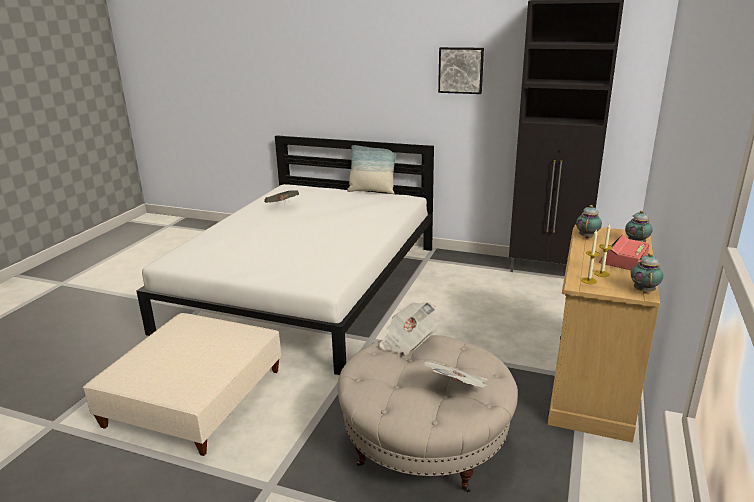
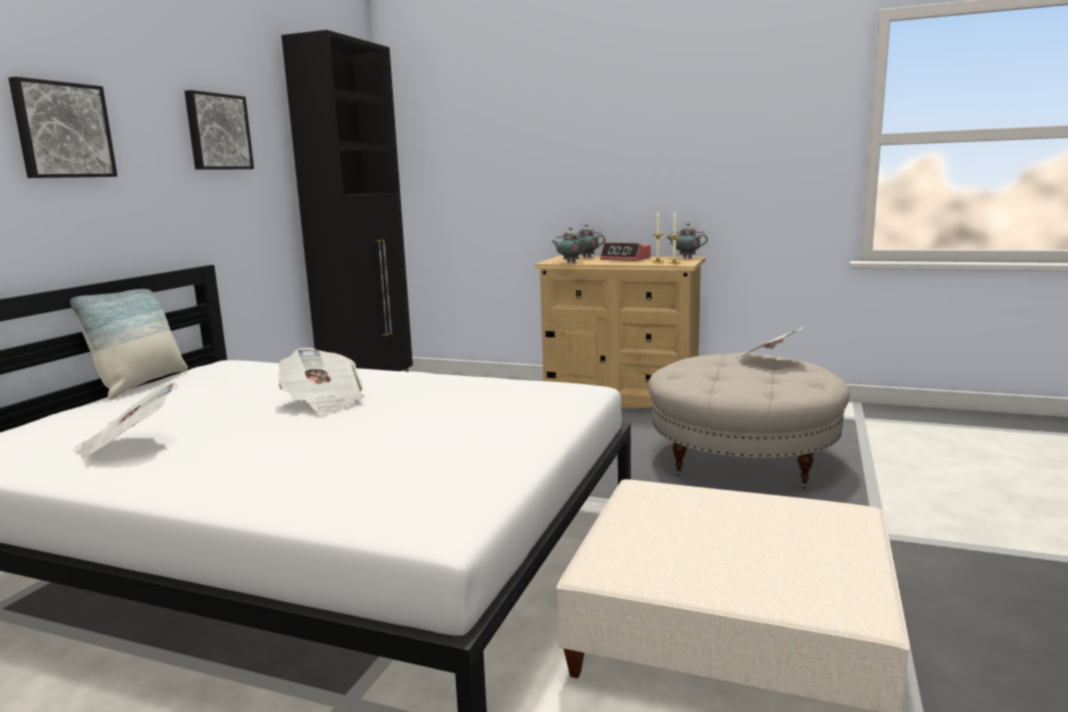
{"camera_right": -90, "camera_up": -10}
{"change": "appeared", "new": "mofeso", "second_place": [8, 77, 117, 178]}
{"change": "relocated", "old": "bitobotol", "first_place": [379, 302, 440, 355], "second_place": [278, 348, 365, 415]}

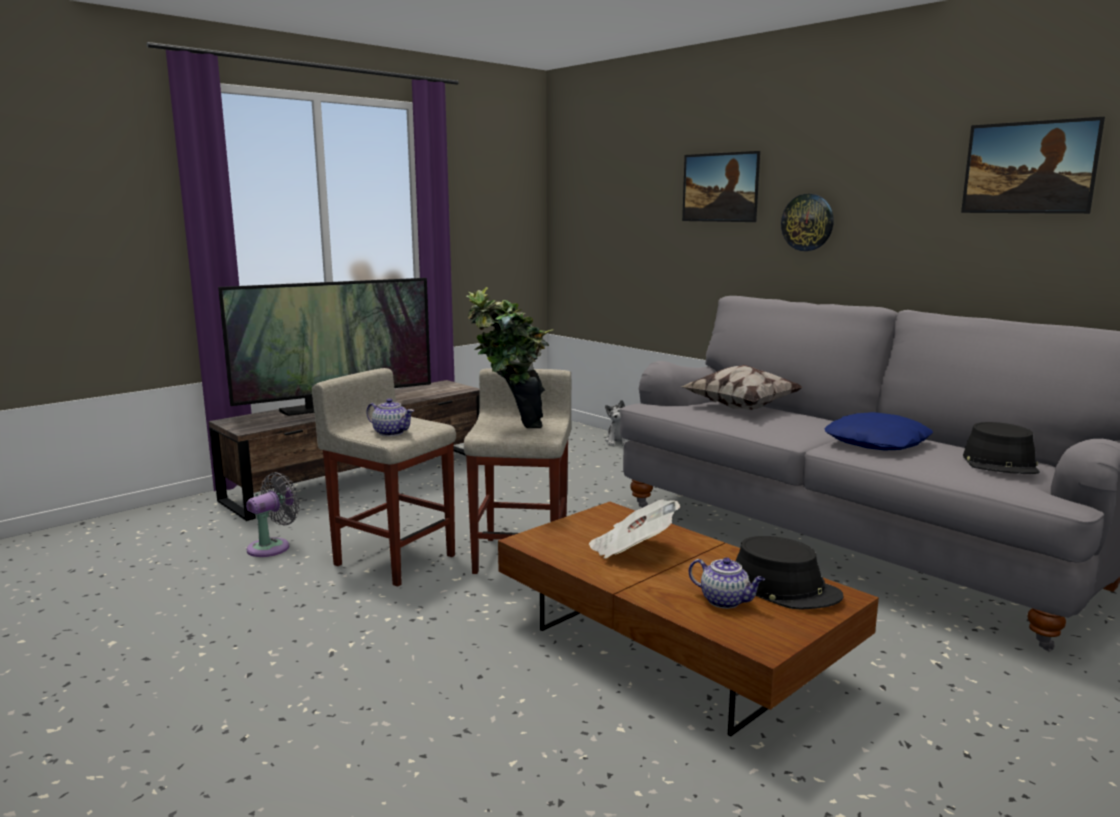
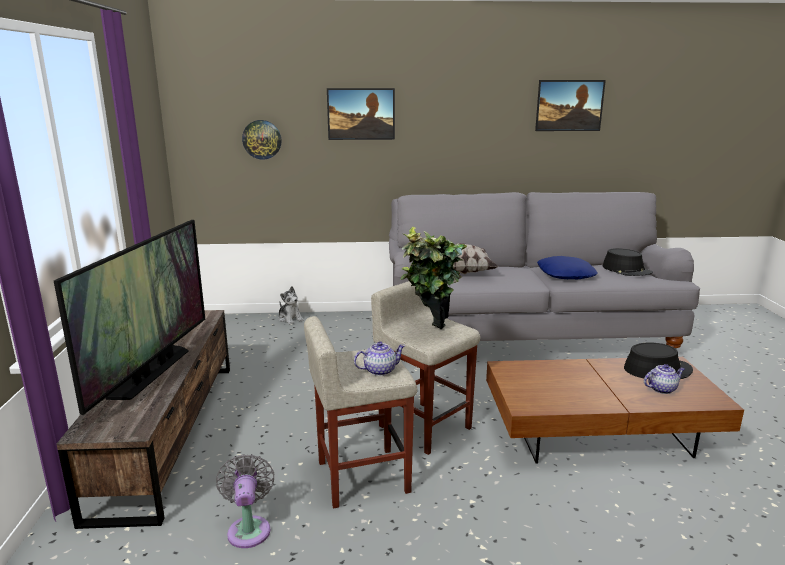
{"camera_right": -50, "camera_up": 5}
{"change": "relocated", "old": "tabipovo", "first_place": [781, 194, 834, 251], "second_place": [242, 120, 281, 160]}
{"change": "missing", "old": "bitobotol", "first_place": [589, 499, 680, 559]}

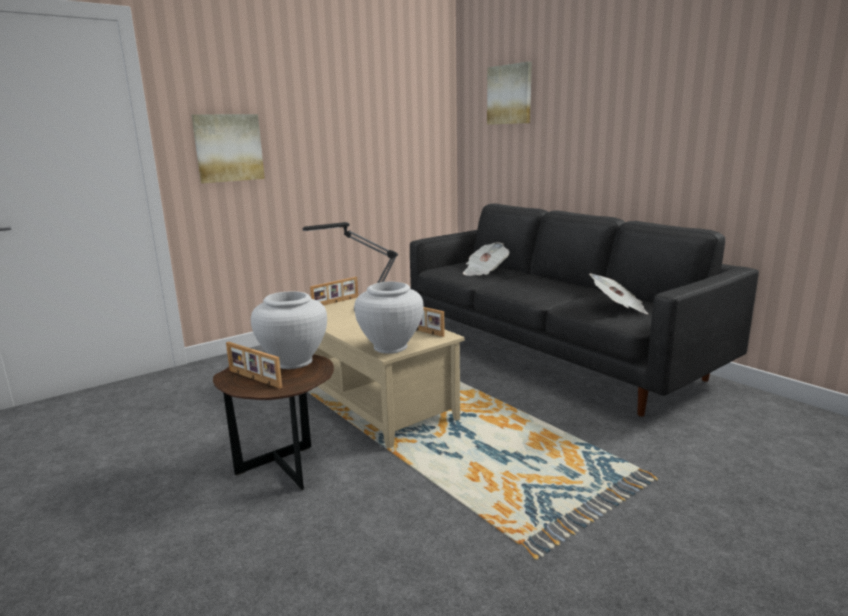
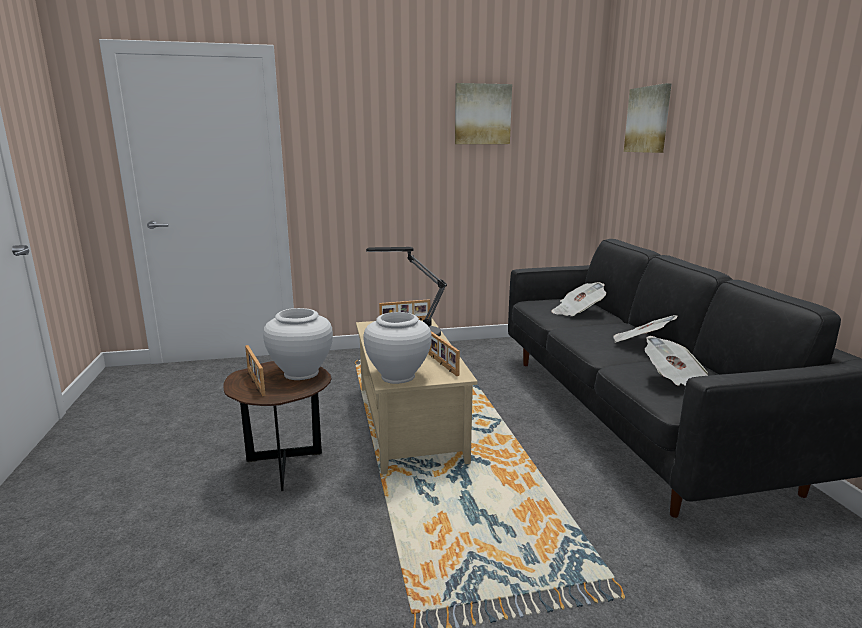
{"camera_right": 25, "camera_up": 0}
{"change": "relocated", "old": "mofeso", "first_place": [192, 114, 265, 183], "second_place": [455, 83, 512, 144]}
{"change": "appeared", "new": "bitobotol", "second_place": [613, 315, 677, 343]}

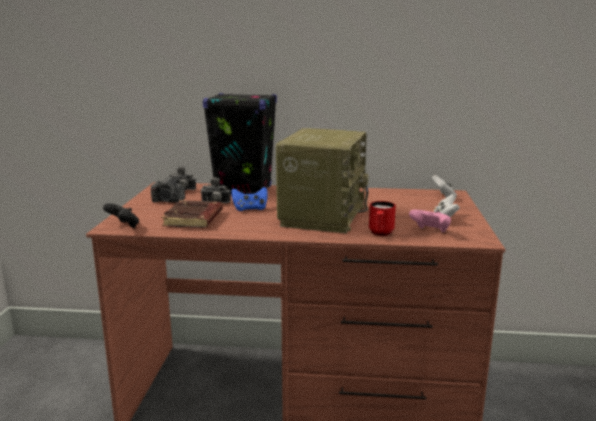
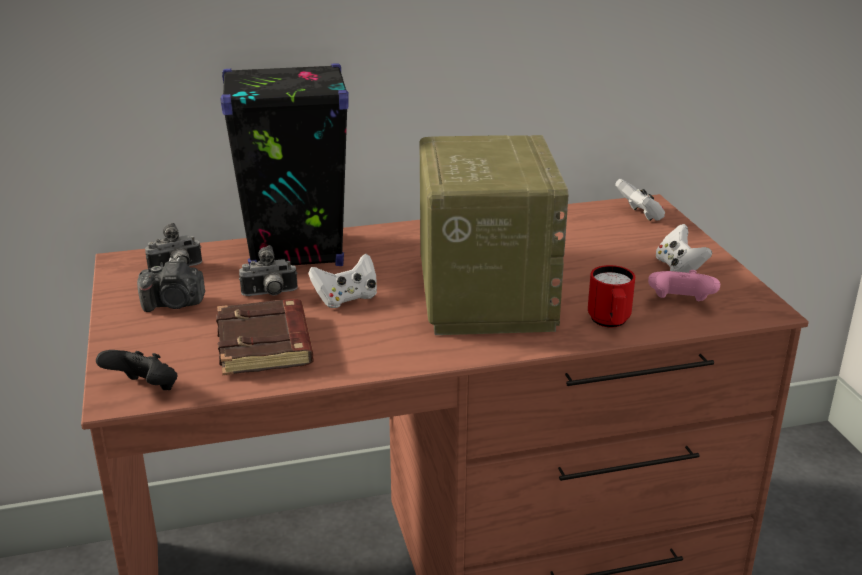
{"camera_right": -20, "camera_up": 10}
{"change": "colour", "old": "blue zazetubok", "new": "white zazetubok", "first_place": [231, 187, 268, 211], "second_place": [308, 253, 377, 308]}

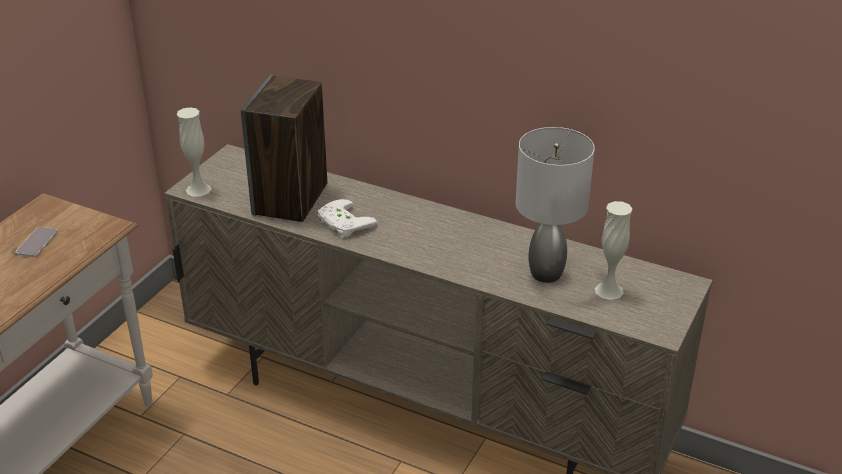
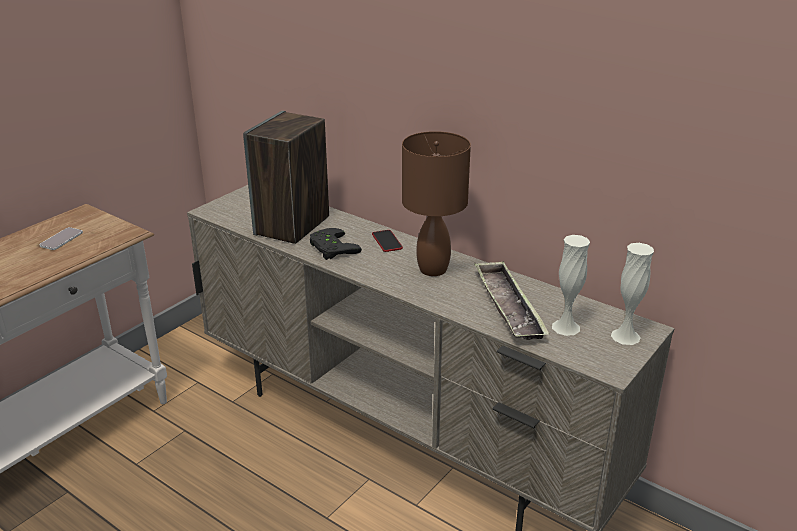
{"camera_right": 10, "camera_up": -5}
{"change": "colour", "old": "white zazetubok", "new": "black zazetubok", "first_place": [318, 199, 377, 238], "second_place": [310, 228, 362, 260]}
{"change": "appeared", "new": "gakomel", "second_place": [372, 230, 403, 252]}
{"change": "appeared", "new": "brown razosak", "second_place": [402, 131, 471, 276]}
{"change": "exchanged", "old": "grey razosak", "new": "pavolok", "first_place": [515, 127, 595, 283], "second_place": [474, 261, 550, 340]}
{"change": "relocated", "old": "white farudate", "first_place": [177, 107, 211, 197], "second_place": [611, 243, 654, 345]}

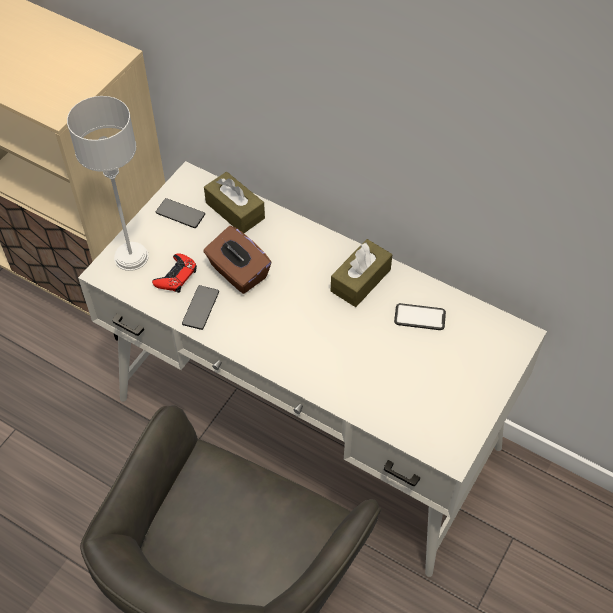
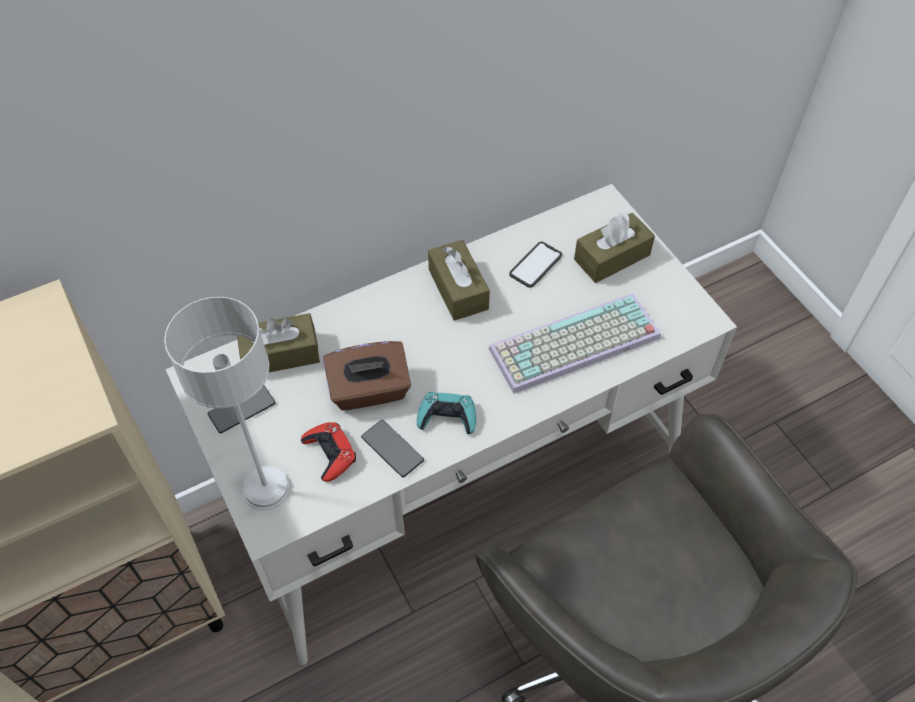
{"camera_right": -60, "camera_up": 0}
{"change": "appeared", "new": "turquoise zazetubok", "second_place": [417, 392, 476, 434]}
{"change": "appeared", "new": "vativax", "second_place": [489, 293, 661, 394]}
{"change": "appeared", "new": "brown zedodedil", "second_place": [574, 212, 655, 283]}

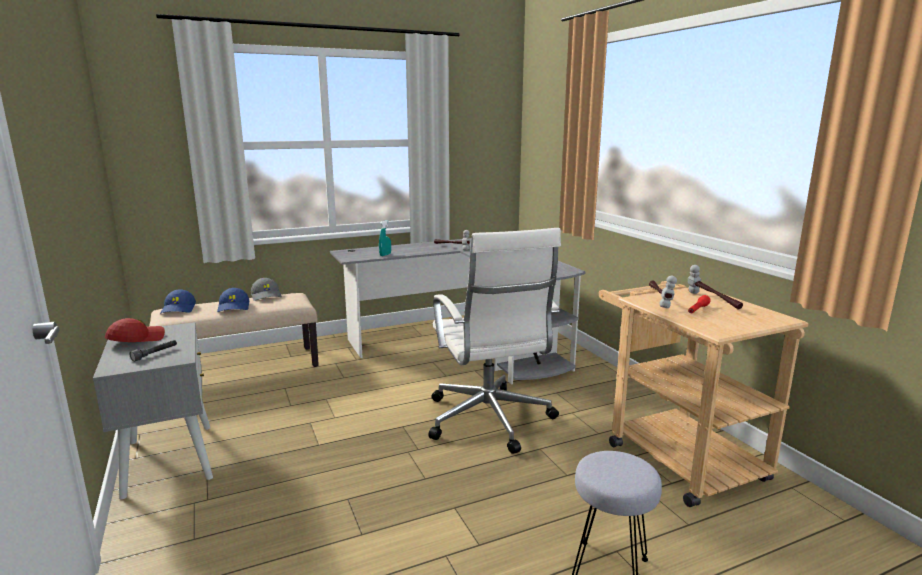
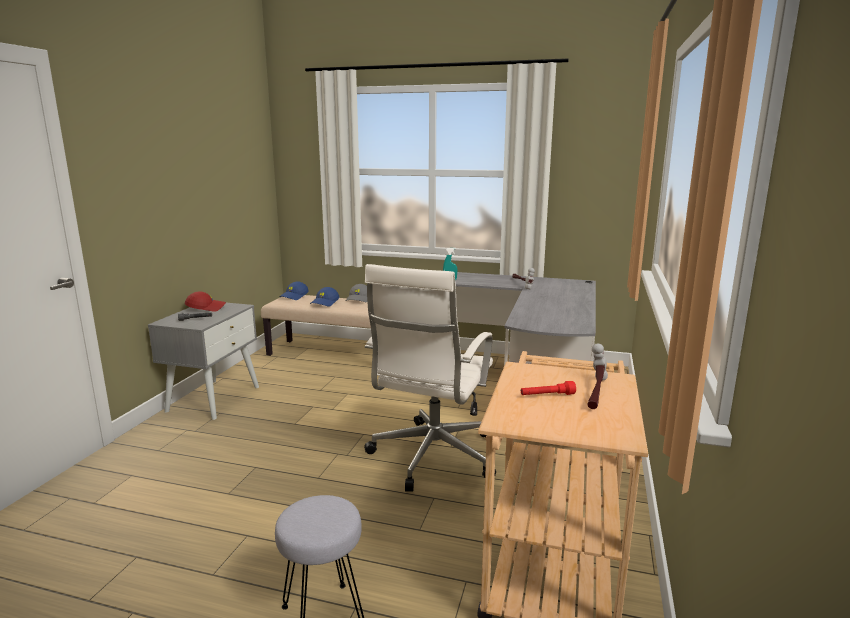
{"camera_right": 40, "camera_up": 0}
{"change": "missing", "old": "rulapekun", "first_place": [649, 276, 677, 308]}

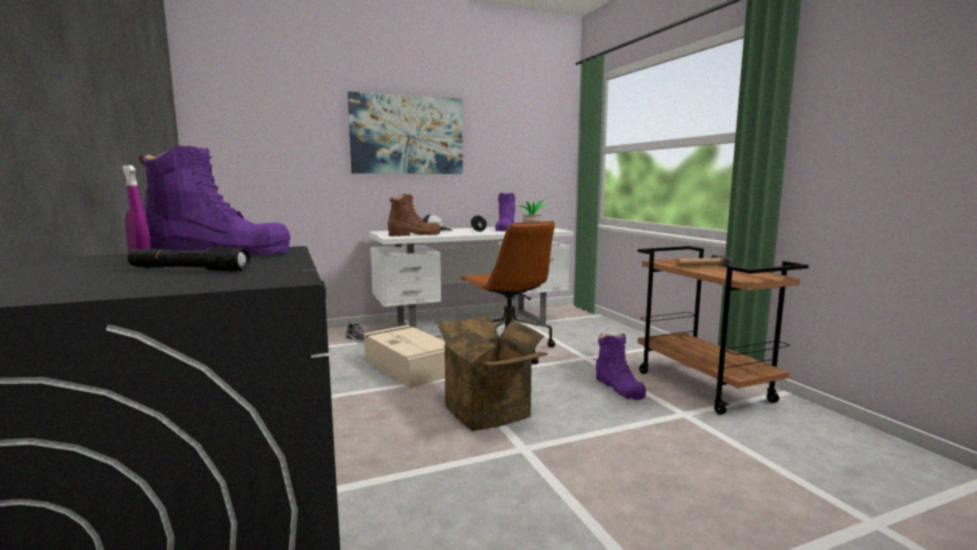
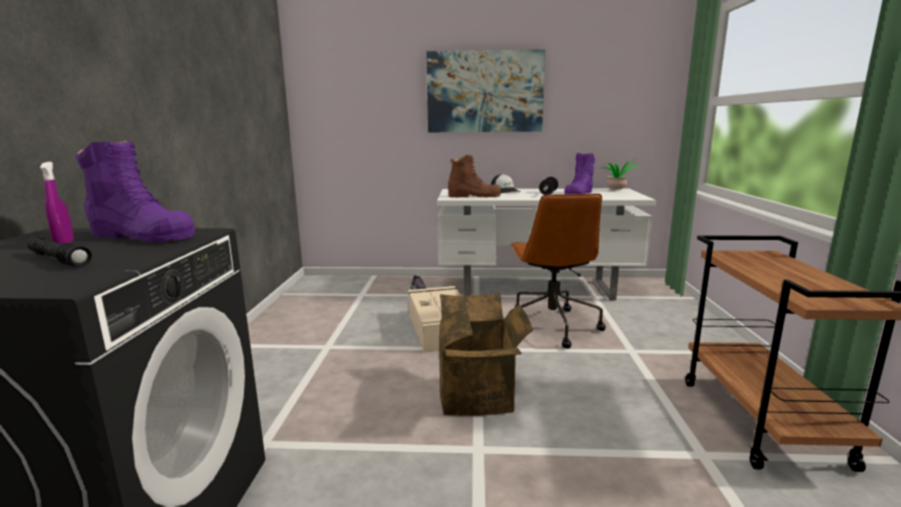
{"camera_right": 25, "camera_up": 5}
{"change": "missing", "old": "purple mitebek", "first_place": [596, 333, 646, 400]}
{"change": "missing", "old": "rulapekun", "first_place": [676, 255, 733, 267]}

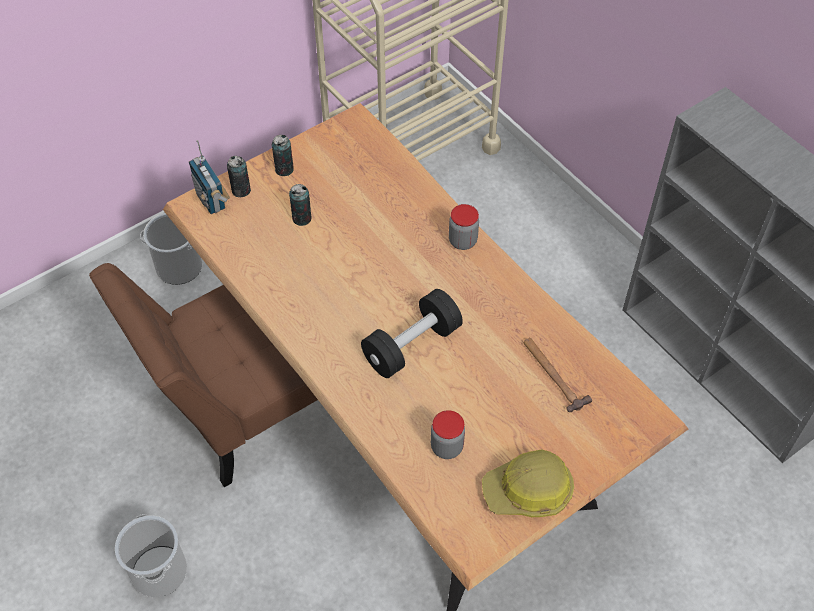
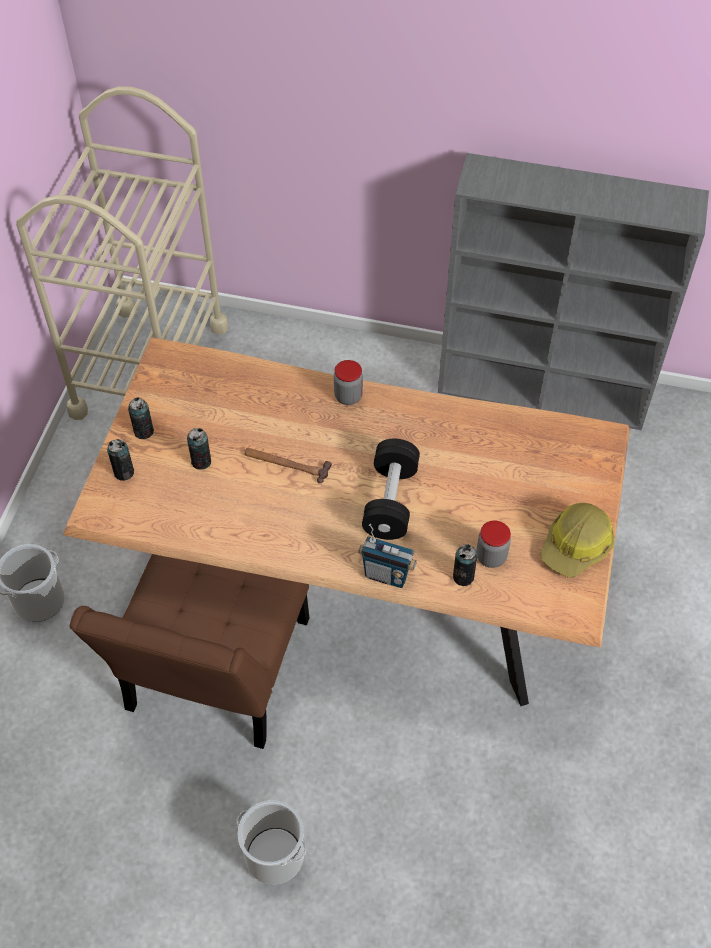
{"camera_right": -40, "camera_up": 0}
{"change": "relocated", "old": "rulapekun", "first_place": [523, 338, 592, 412], "second_place": [245, 448, 332, 483]}
{"change": "relocated", "old": "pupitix", "first_place": [189, 140, 230, 214], "second_place": [358, 524, 417, 588]}
{"change": "appeared", "new": "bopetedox", "second_place": [453, 544, 478, 586]}

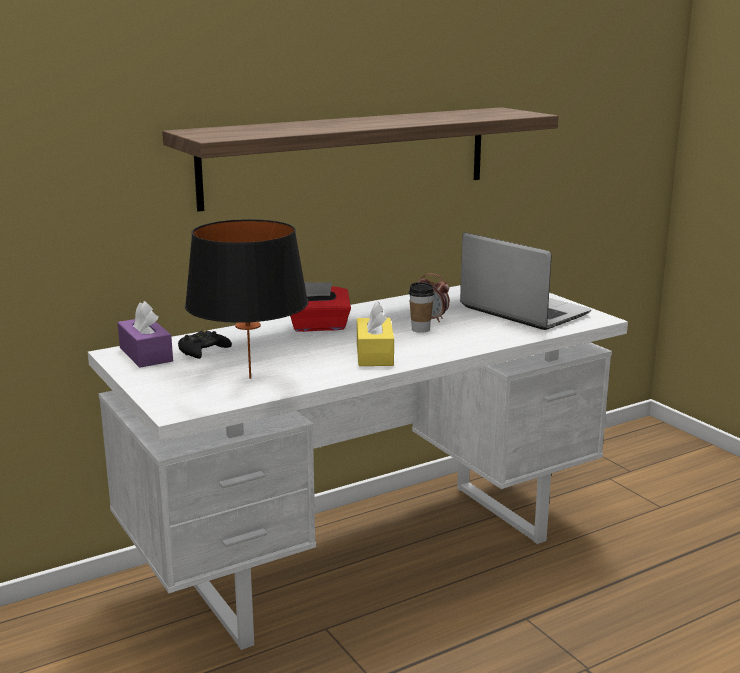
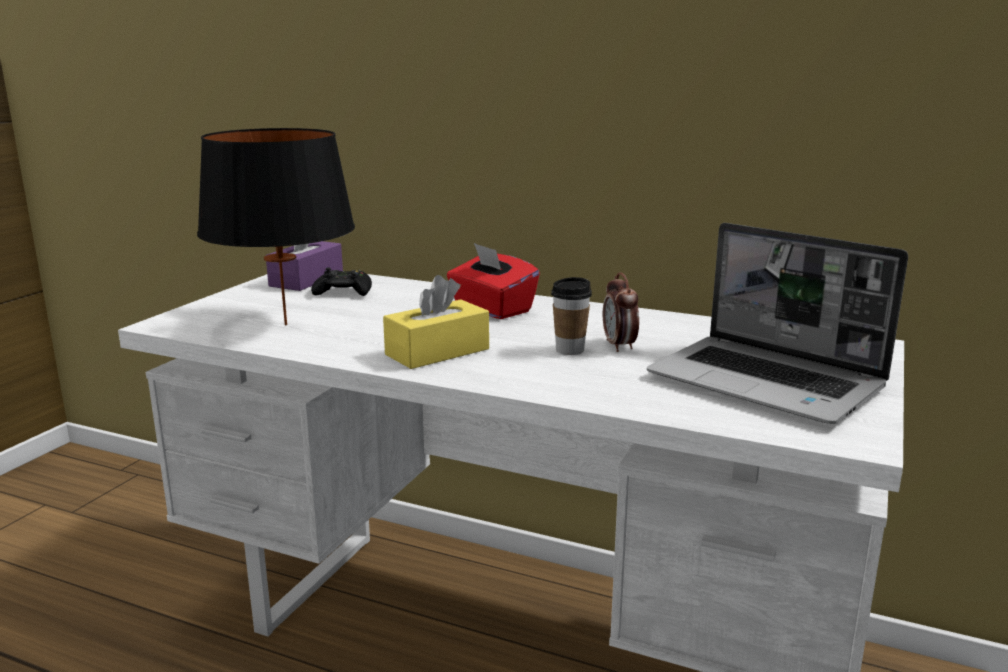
{"camera_right": 55, "camera_up": 0}
{"change": "spun", "old": "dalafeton", "first_place": [460, 233, 591, 330], "second_place": [647, 223, 908, 424], "degrees": 120}
{"change": "missing", "old": "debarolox", "first_place": [162, 107, 559, 212]}

